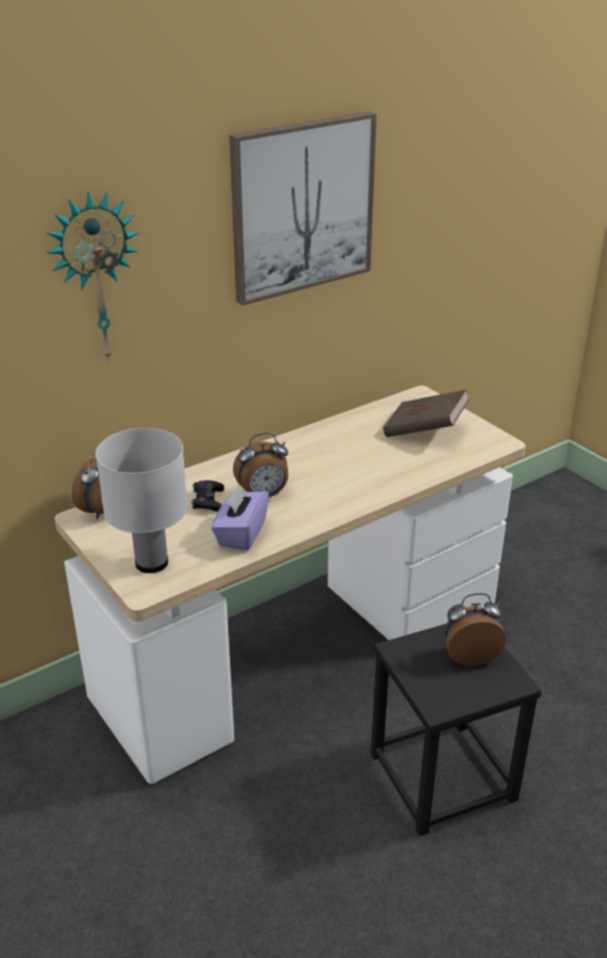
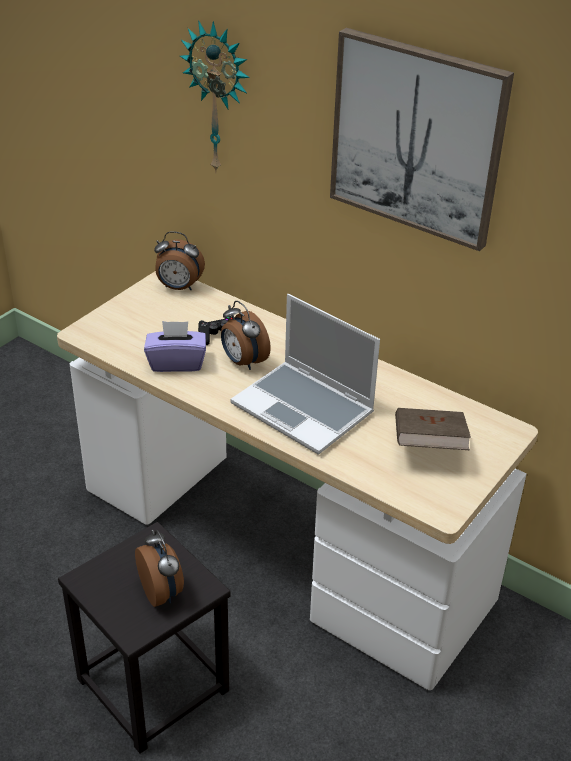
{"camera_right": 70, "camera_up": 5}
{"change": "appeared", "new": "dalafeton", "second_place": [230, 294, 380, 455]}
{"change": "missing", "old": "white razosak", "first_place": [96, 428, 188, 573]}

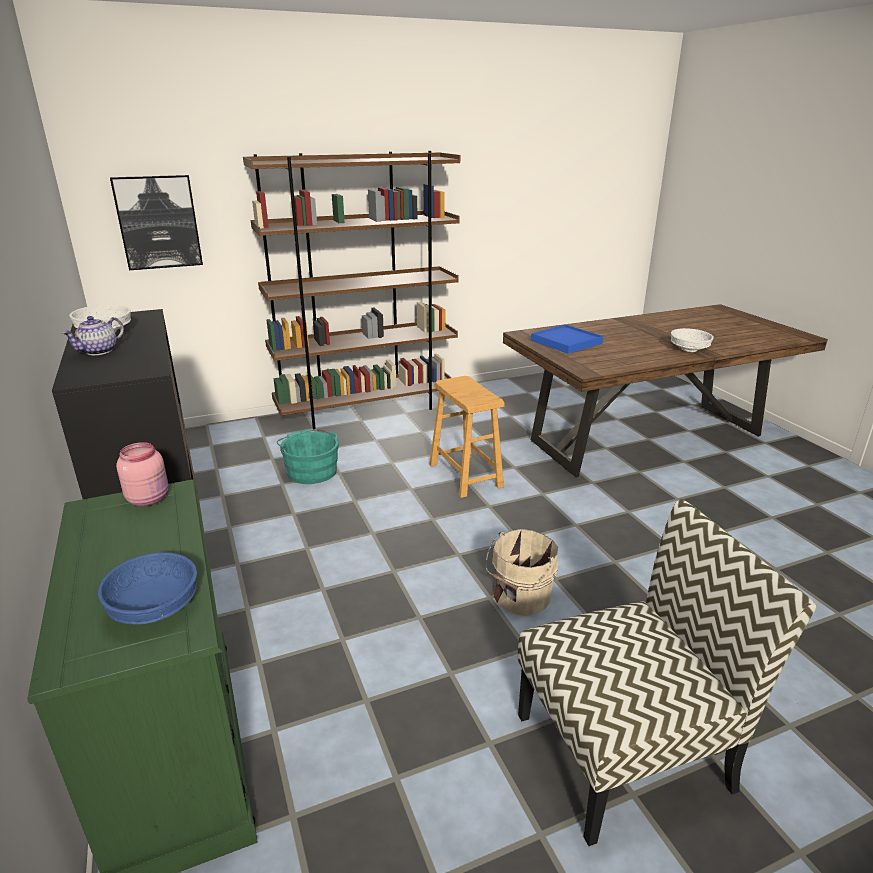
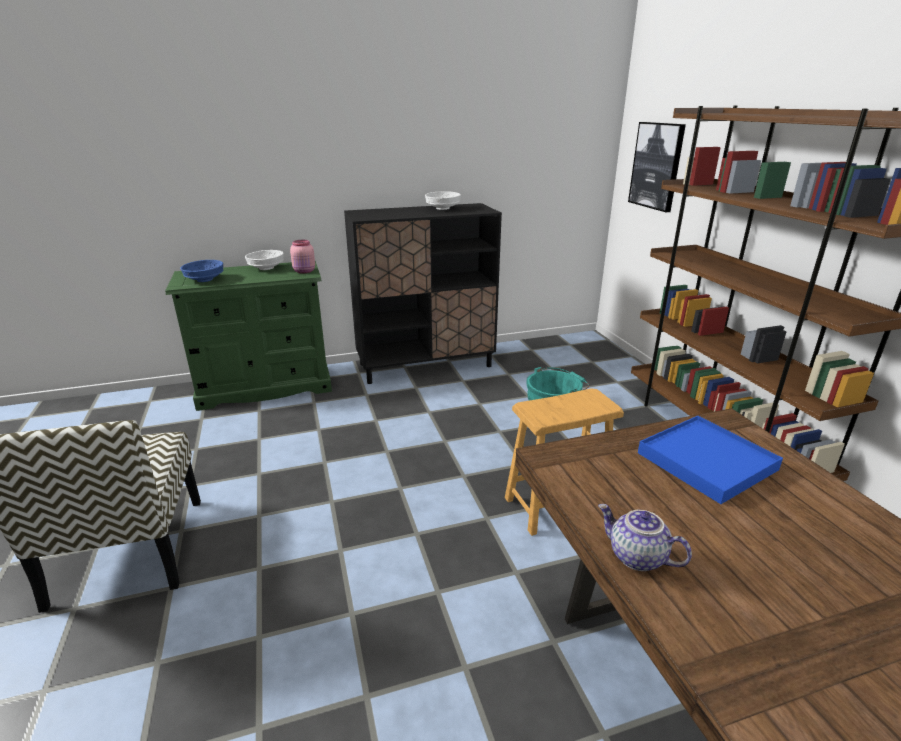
{"camera_right": 95, "camera_up": 0}
{"change": "relocated", "old": "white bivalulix", "first_place": [671, 328, 714, 352], "second_place": [245, 250, 283, 270]}
{"change": "relocated", "old": "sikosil", "first_place": [62, 316, 124, 355], "second_place": [598, 504, 692, 571]}
{"change": "missing", "old": "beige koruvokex", "first_place": [486, 529, 558, 616]}

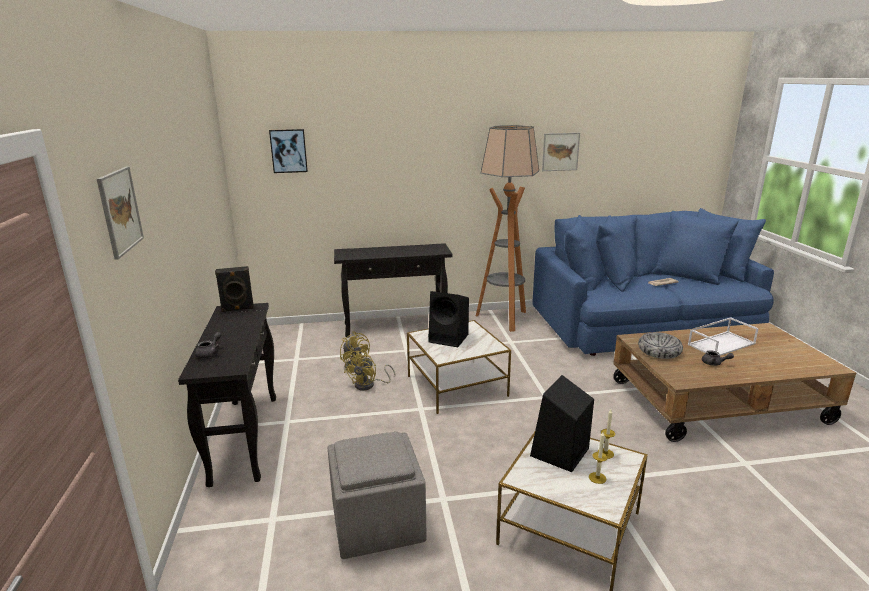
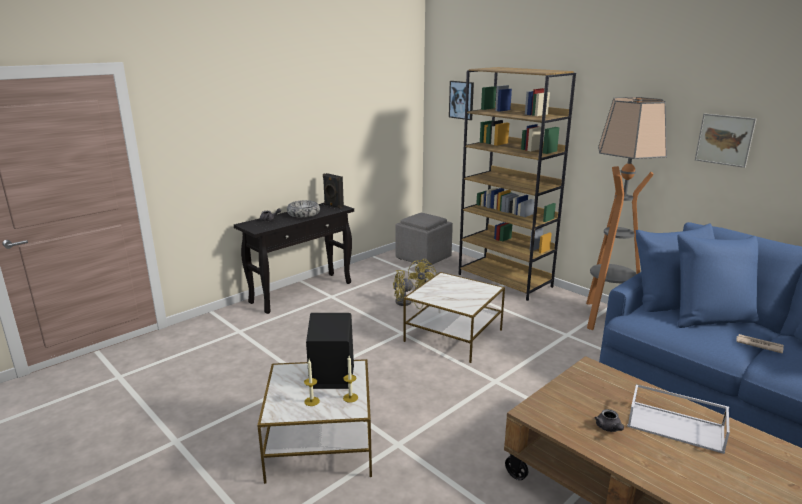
{"camera_right": 55, "camera_up": 0}
{"change": "relocated", "old": "bivalulix", "first_place": [638, 332, 683, 359], "second_place": [287, 200, 320, 218]}
{"change": "relocated", "old": "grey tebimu", "first_place": [328, 432, 426, 559], "second_place": [395, 213, 453, 267]}
{"change": "exchanged", "old": "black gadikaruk", "new": "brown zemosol", "first_place": [334, 243, 452, 337], "second_place": [459, 67, 576, 301]}
{"change": "missing", "old": "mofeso", "first_place": [97, 166, 144, 260]}
{"change": "missing", "old": "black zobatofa", "first_place": [428, 291, 469, 347]}

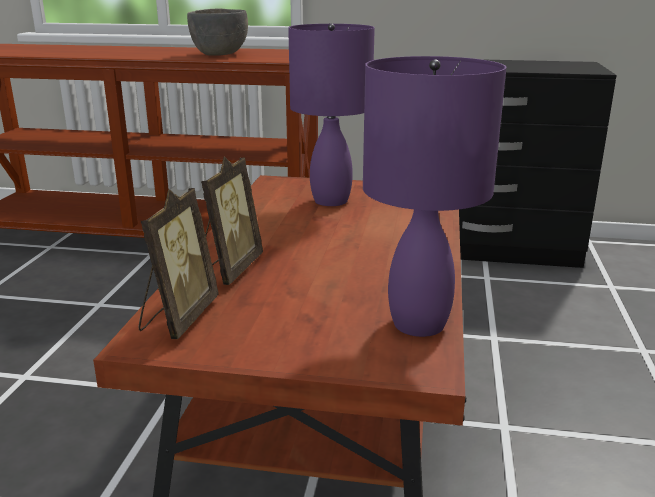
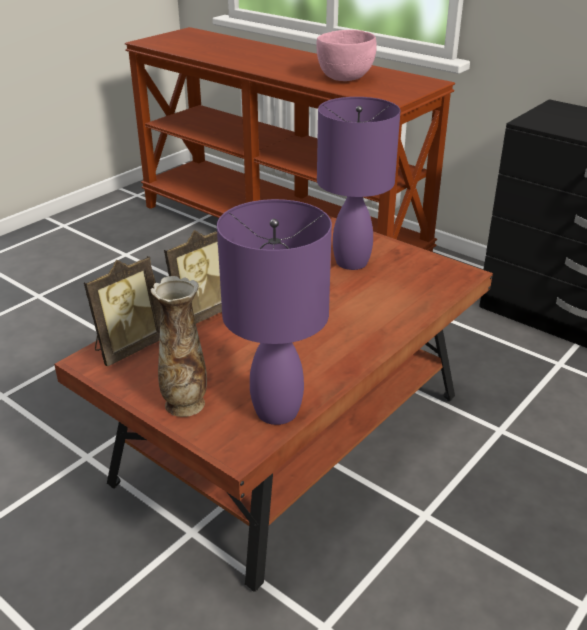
{"camera_right": 30, "camera_up": 10}
{"change": "appeared", "new": "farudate", "second_place": [150, 276, 207, 417]}
{"change": "colour", "old": "grey bivalulix", "new": "pink bivalulix", "first_place": [187, 9, 248, 56], "second_place": [316, 30, 377, 81]}

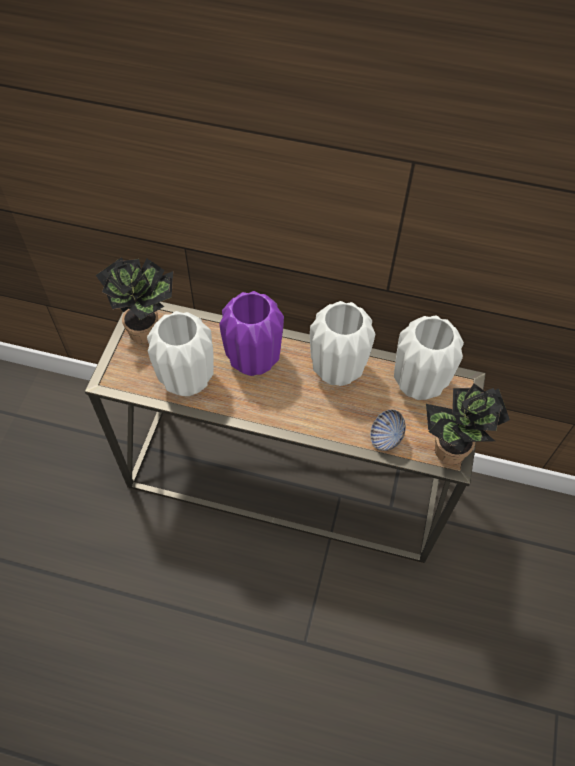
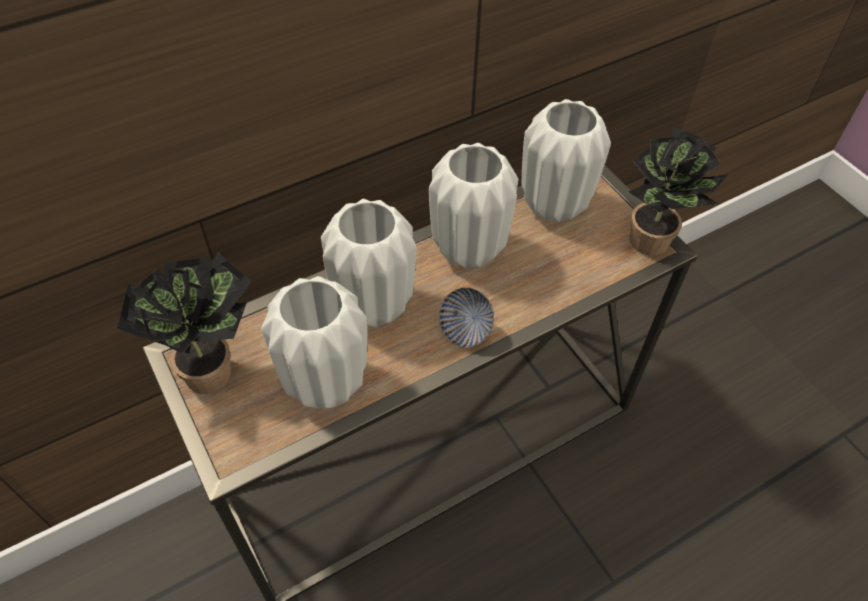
{"camera_right": -45, "camera_up": -5}
{"change": "colour", "old": "purple farudate", "new": "white farudate", "first_place": [219, 291, 284, 376], "second_place": [321, 199, 416, 327]}
{"change": "relocated", "old": "bivalulix", "first_place": [370, 409, 406, 451], "second_place": [439, 287, 494, 348]}

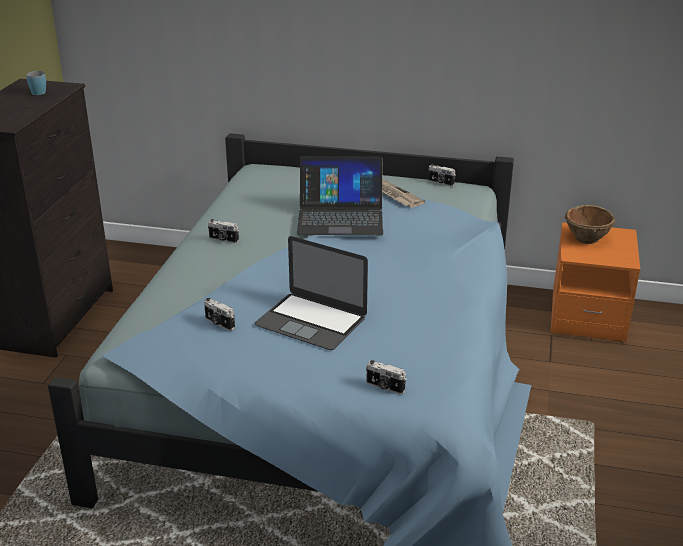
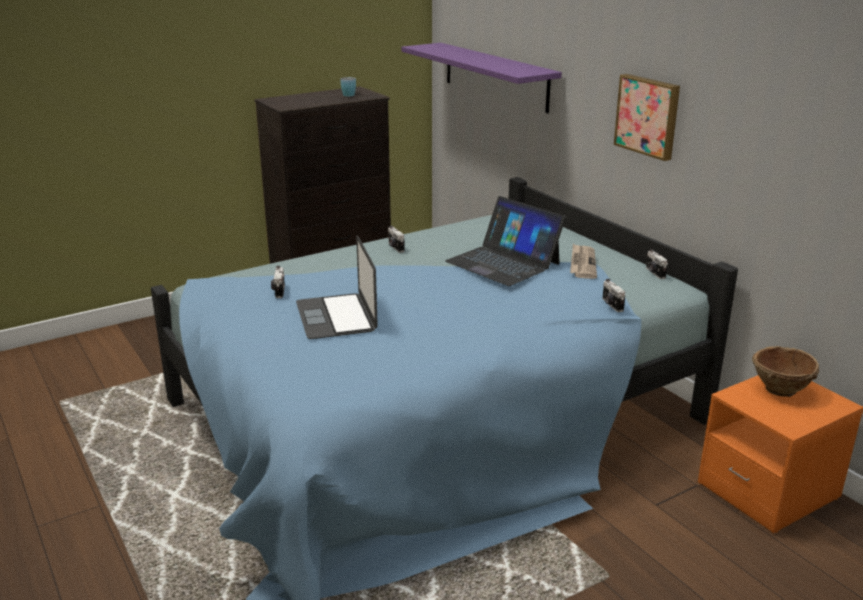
{"camera_right": 45, "camera_up": -5}
{"change": "appeared", "new": "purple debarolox", "second_place": [401, 43, 562, 113]}
{"change": "relocated", "old": "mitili", "first_place": [366, 360, 406, 395], "second_place": [602, 279, 625, 312]}
{"change": "appeared", "new": "mofeso", "second_place": [614, 74, 680, 161]}

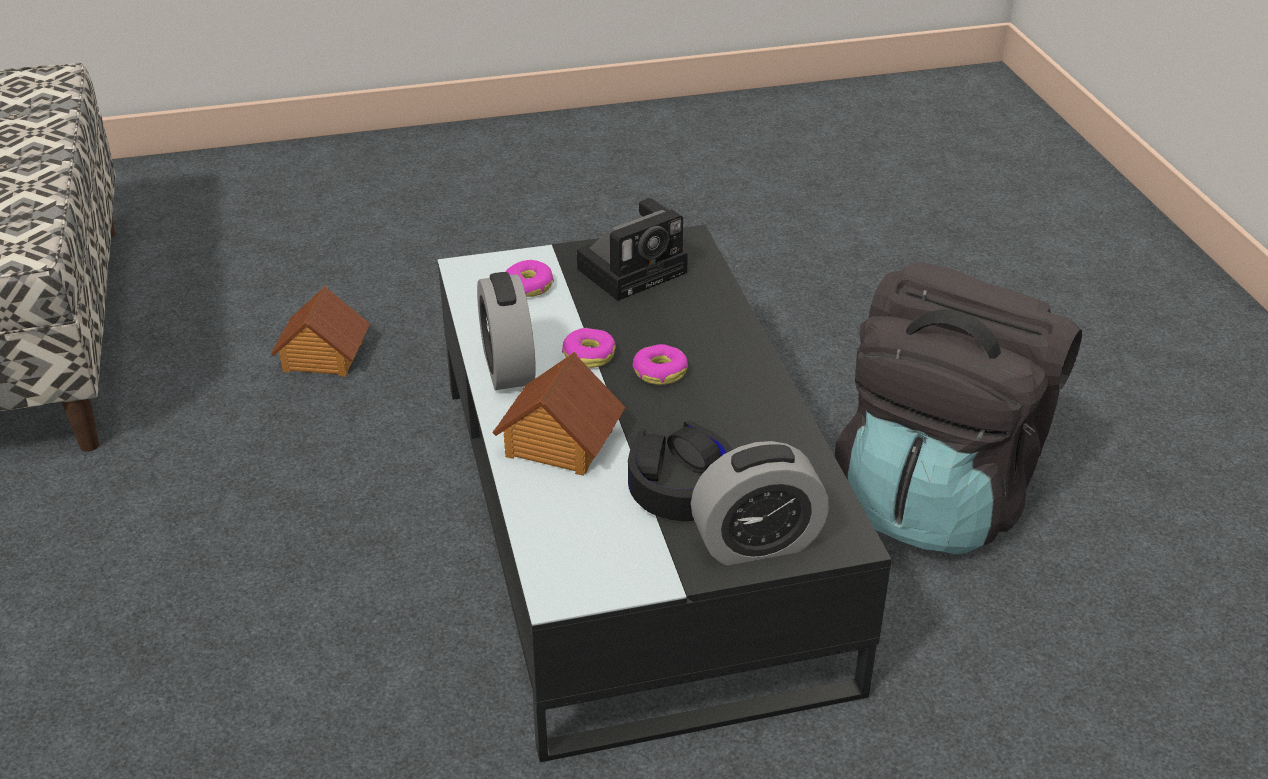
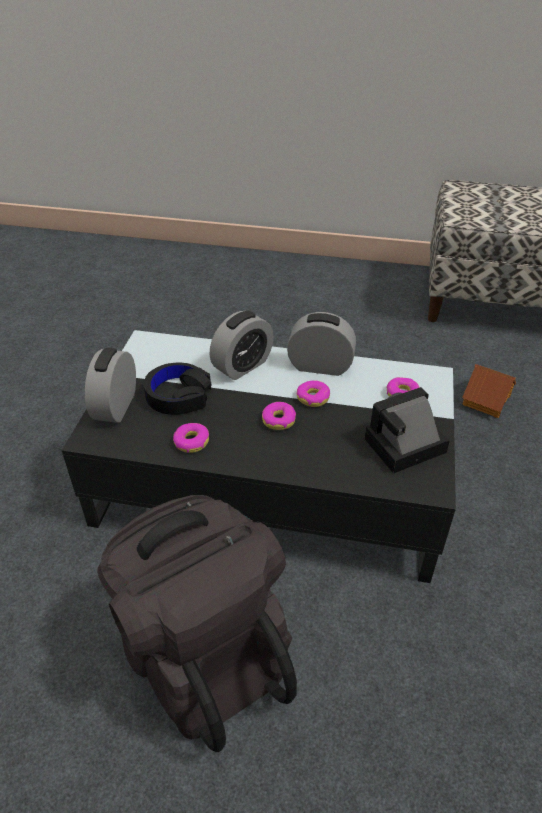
{"camera_right": 115, "camera_up": 5}
{"change": "appeared", "new": "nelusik", "second_place": [173, 423, 209, 453]}
{"change": "exchanged", "old": "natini", "new": "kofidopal", "first_place": [492, 352, 626, 476], "second_place": [210, 311, 274, 380]}
{"change": "spun", "old": "mitili", "first_place": [577, 198, 688, 301], "second_place": [365, 387, 450, 473], "degrees": 75}

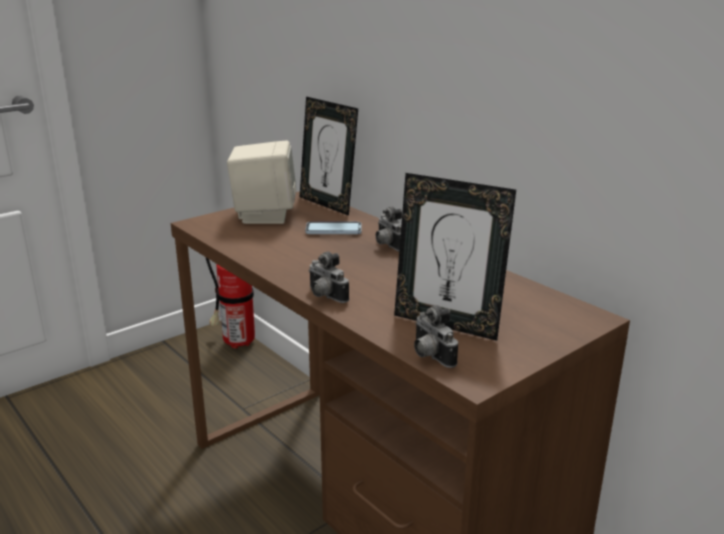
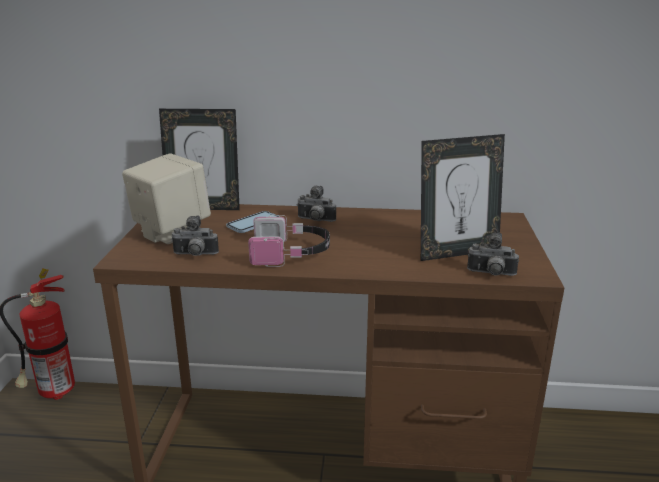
{"camera_right": -45, "camera_up": 0}
{"change": "relocated", "old": "mitili", "first_place": [309, 251, 349, 303], "second_place": [171, 215, 219, 256]}
{"change": "appeared", "new": "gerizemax", "second_place": [248, 215, 330, 267]}

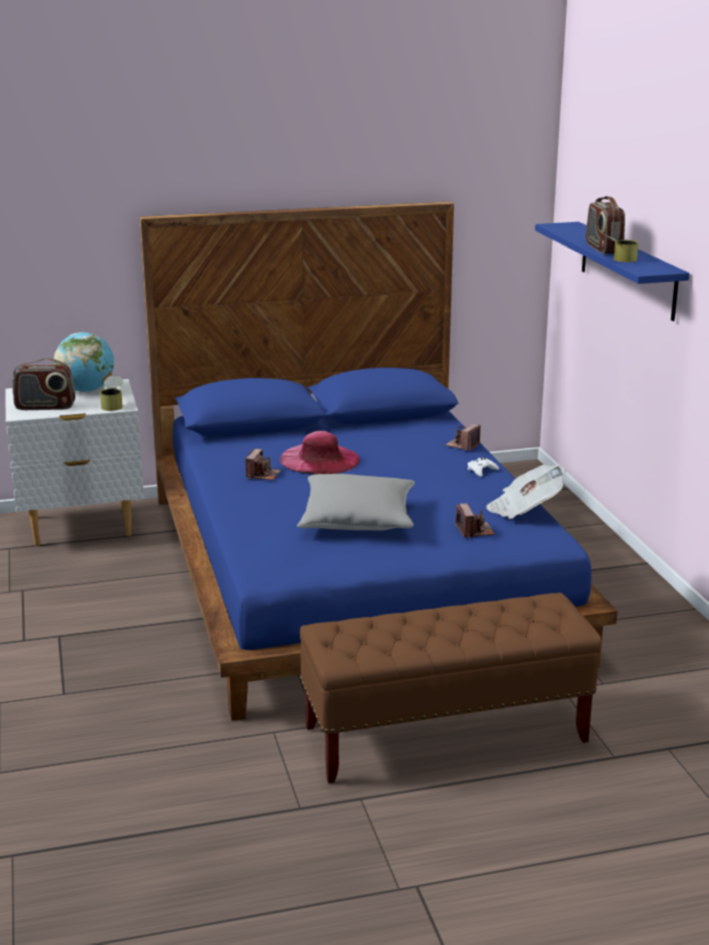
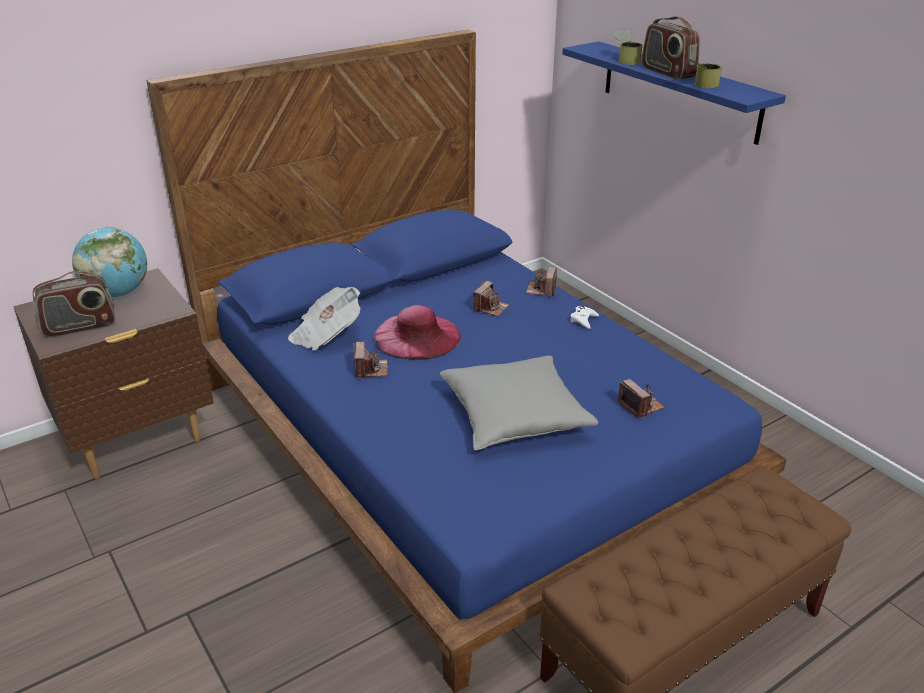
{"camera_right": -20, "camera_up": 10}
{"change": "colour", "old": "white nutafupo", "new": "brown nutafupo", "first_place": [6, 379, 144, 546], "second_place": [13, 268, 214, 479]}
{"change": "relocated", "old": "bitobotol", "first_place": [486, 465, 566, 519], "second_place": [288, 287, 361, 351]}
{"change": "appeared", "new": "mitili", "second_place": [473, 281, 509, 316]}
{"change": "relocated", "old": "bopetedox", "first_place": [100, 375, 123, 411], "second_place": [614, 29, 643, 65]}

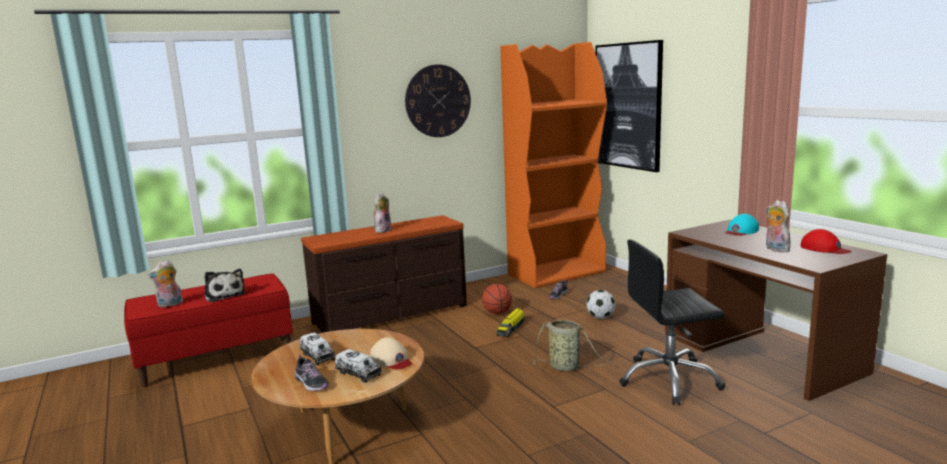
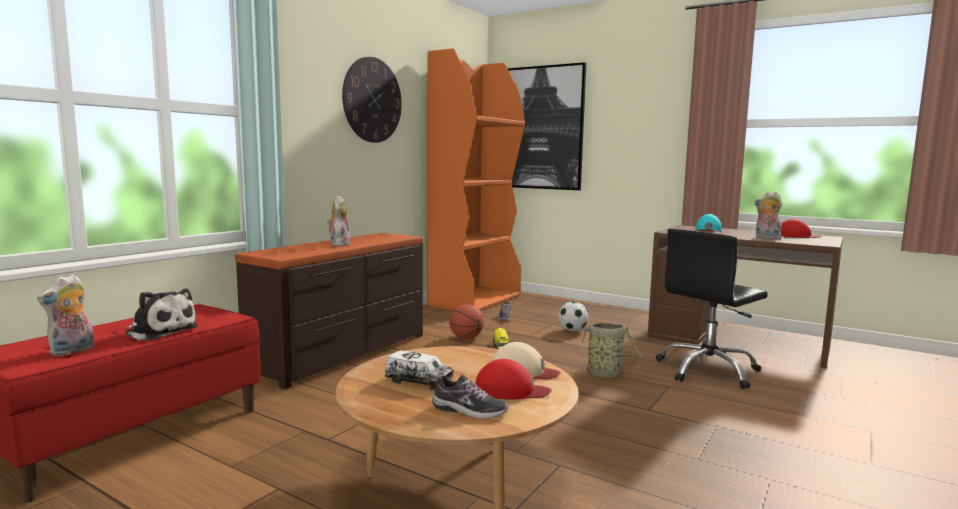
{"camera_right": -30, "camera_up": -5}
{"change": "exchanged", "old": "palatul", "new": "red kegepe", "first_place": [335, 349, 382, 383], "second_place": [475, 359, 552, 400]}

